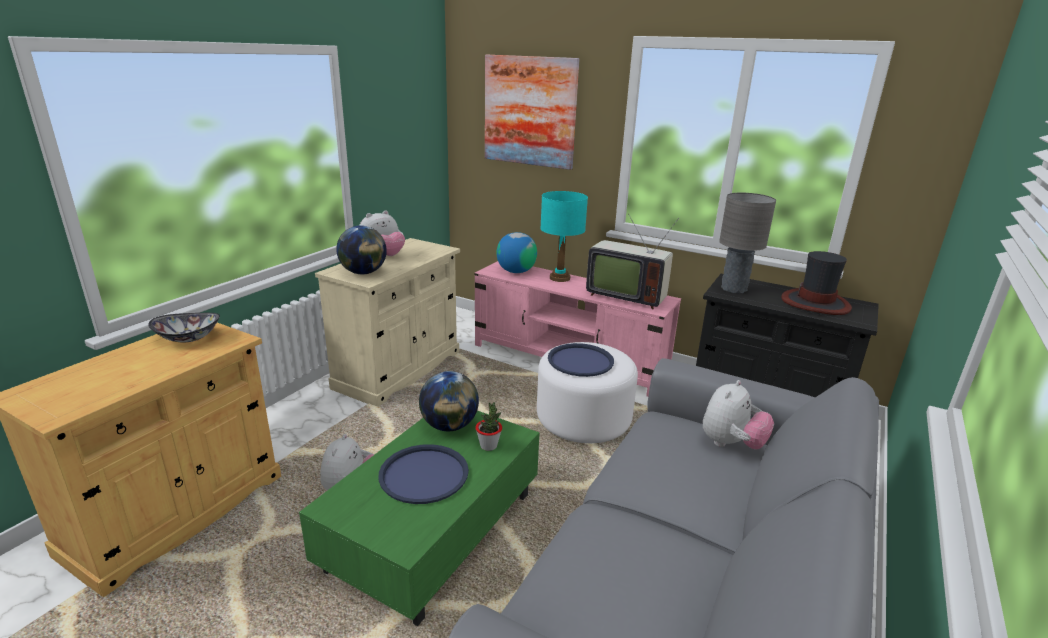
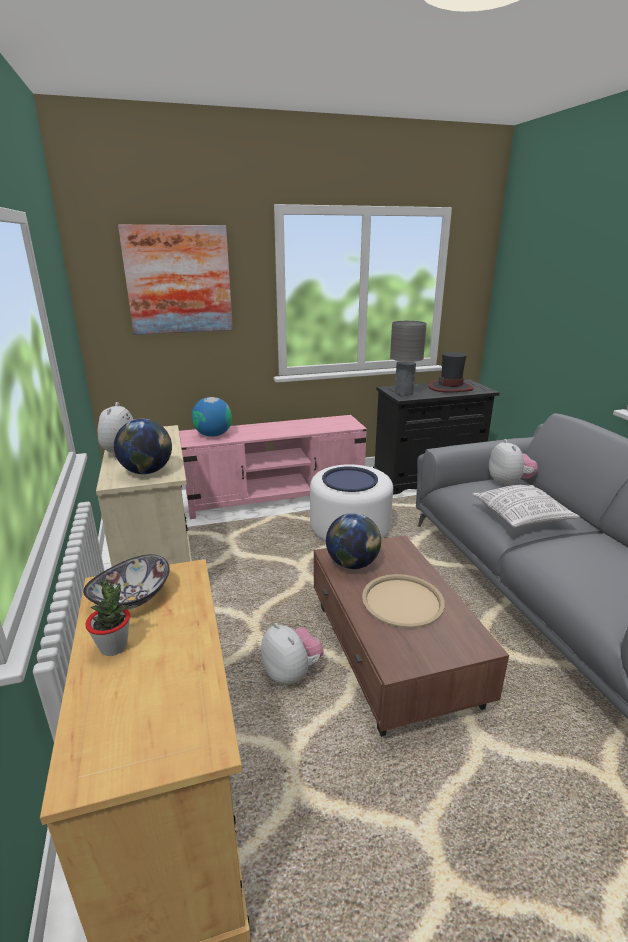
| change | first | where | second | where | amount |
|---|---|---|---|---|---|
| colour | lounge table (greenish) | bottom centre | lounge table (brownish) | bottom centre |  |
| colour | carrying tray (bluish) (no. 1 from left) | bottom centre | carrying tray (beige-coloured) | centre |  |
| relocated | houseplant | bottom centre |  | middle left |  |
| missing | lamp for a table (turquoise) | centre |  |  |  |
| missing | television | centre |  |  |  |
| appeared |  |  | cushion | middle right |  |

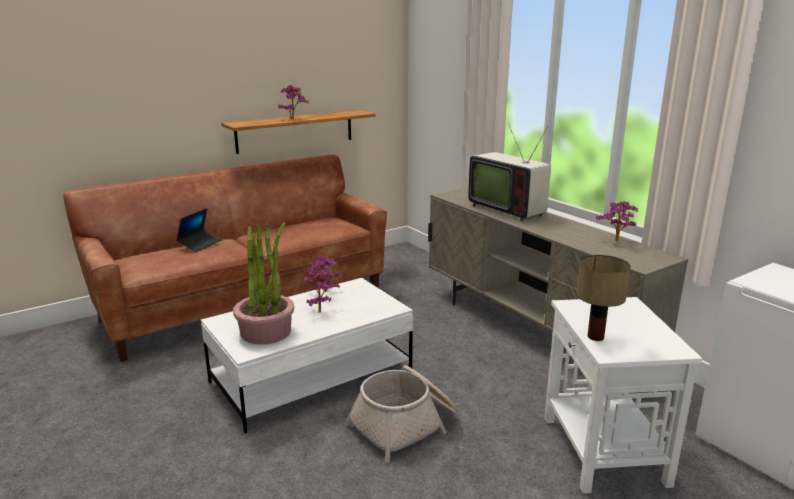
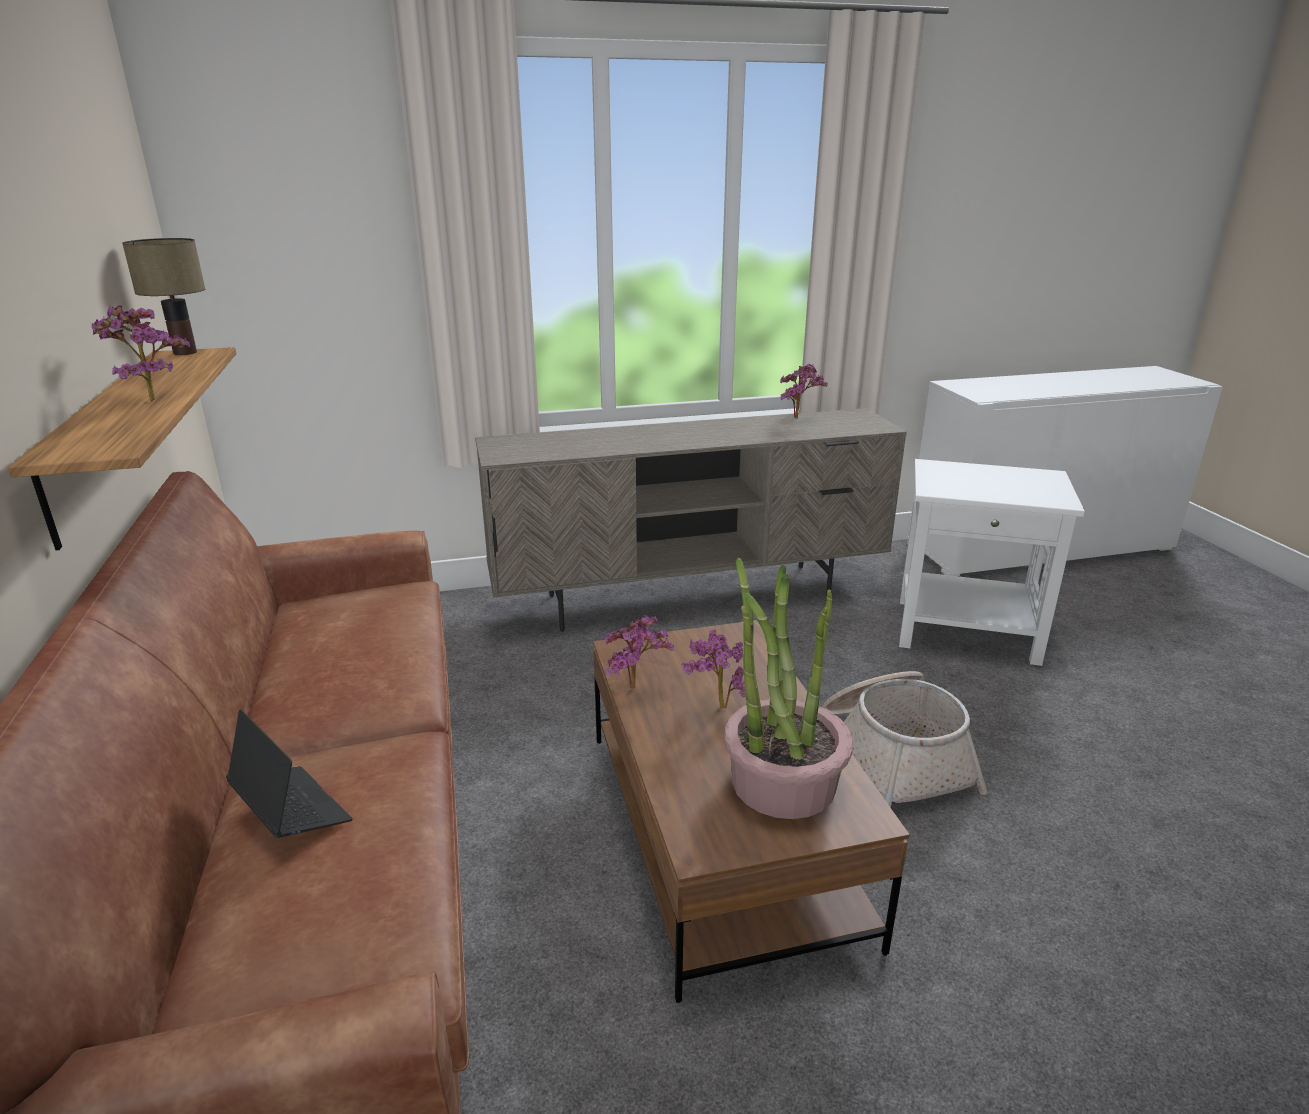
| change | first | where | second | where | amount |
|---|---|---|---|---|---|
| colour | lounge table (white) | bottom centre | lounge table (brownish) | bottom centre |  |
| missing | television | centre |  |  |  |
| relocated | lamp for a table | middle right |  | top left |  |

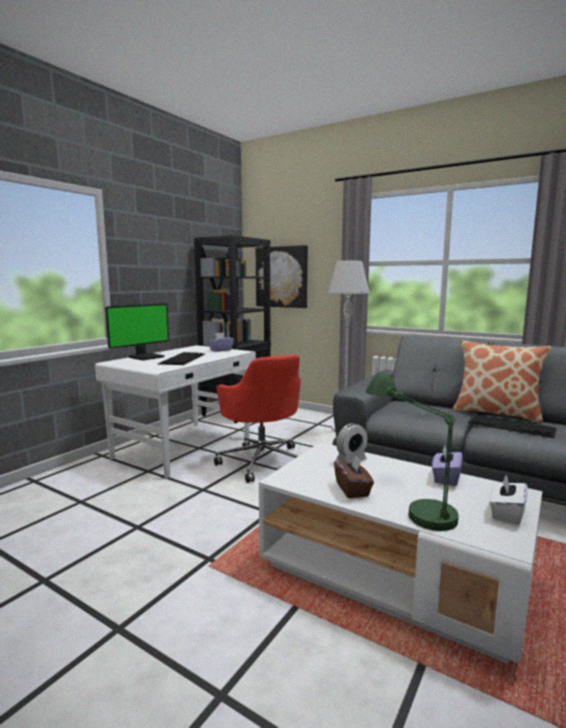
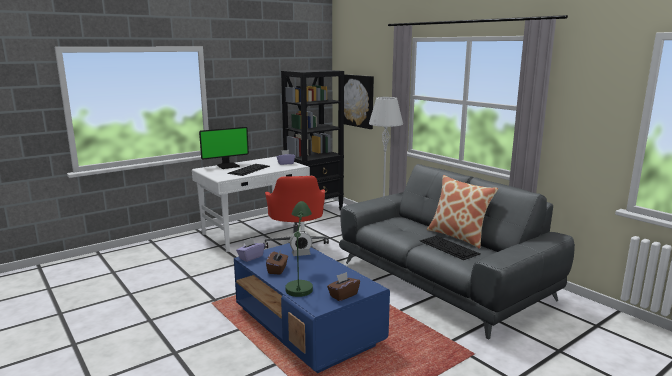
| change | first | where | second | where | amount |
|---|---|---|---|---|---|
| colour | lounge table (white) | bottom right | lounge table (bluish) | bottom centre |  |
| relocated | box of tissues (purple-coloured) (no. 2 from left in the first image) | middle right | box of tissues (purple-coloured) (no. 1 from left) | centre |  |
| colour | box of tissues (white) | bottom right | box of tissues (brownish) (no. 2 from left) | bottom centre |  |

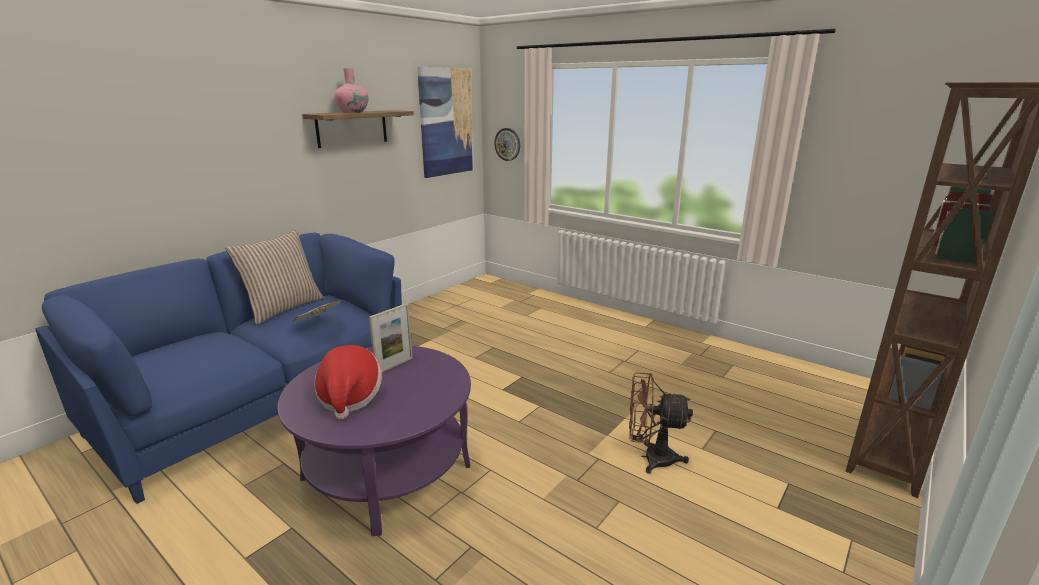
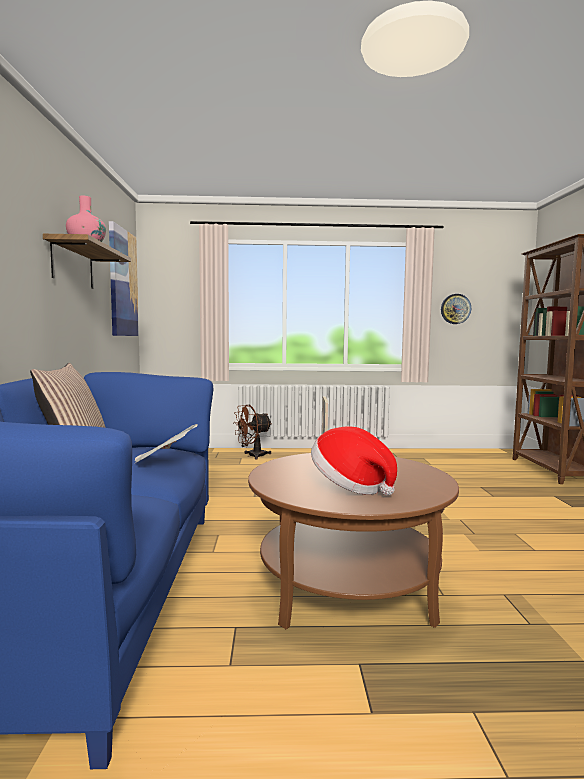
| change | first | where | second | where | amount |
|---|---|---|---|---|---|
| colour | lounge table (purple-coloured) | bottom centre | lounge table (brownish) | bottom centre |  |
| relocated | hanging clock | top centre |  | middle right |  |
| relocated | cooling fan (brownish) | bottom centre |  | centre |  |

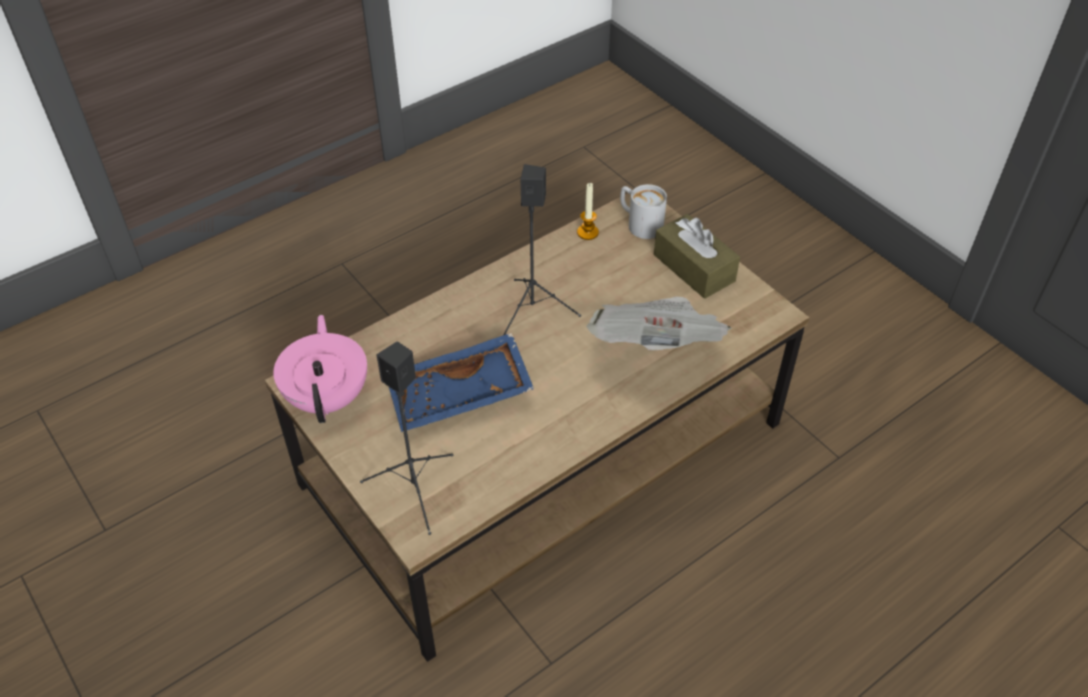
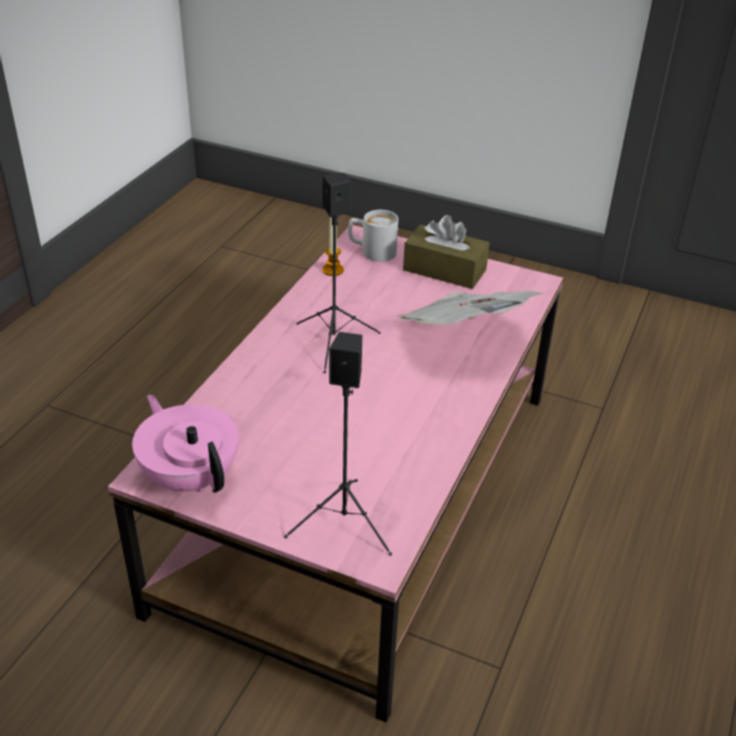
| change | first | where | second | where | amount |
|---|---|---|---|---|---|
| colour | lounge table (brownish) | centre | lounge table (pink-coloured) | centre |  |
| missing | carrying tray (bluish) | centre |  |  |  |

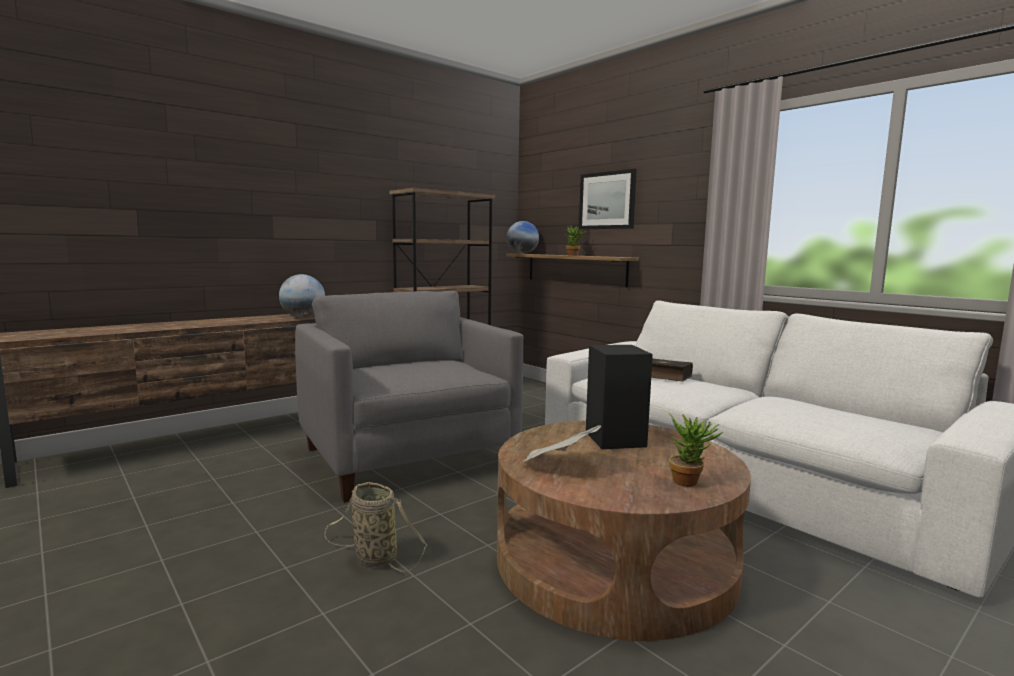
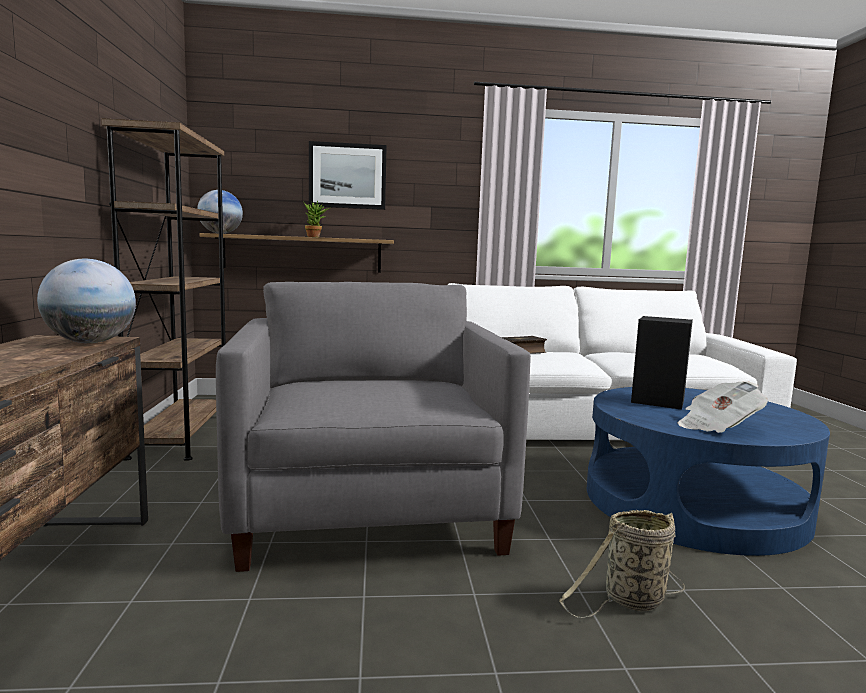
| change | first | where | second | where | amount |
|---|---|---|---|---|---|
| spun | armchair (greyish) | centre |  | centre | 75 degrees clockwise |
| colour | lounge table (brownish) | bottom centre | lounge table (bluish) | bottom right |  |
| missing | houseplant (no. 2 from left) | middle right |  |  |  |

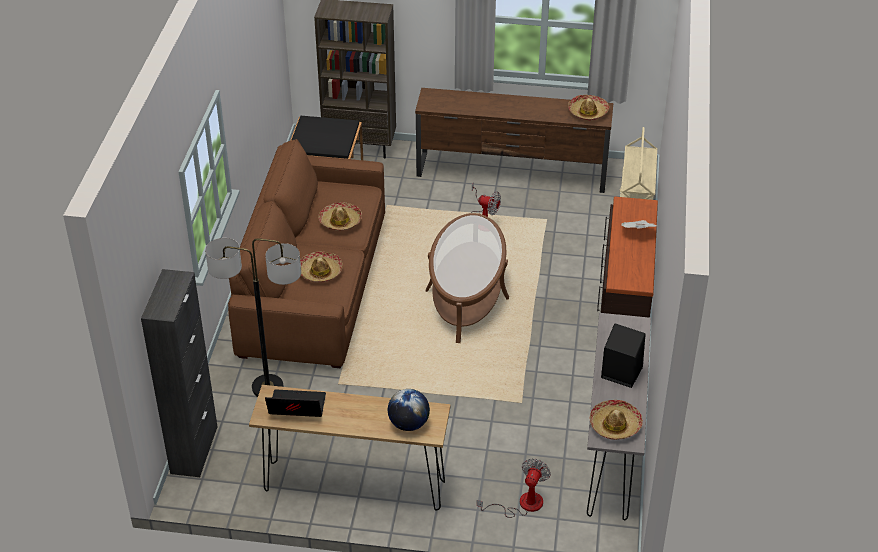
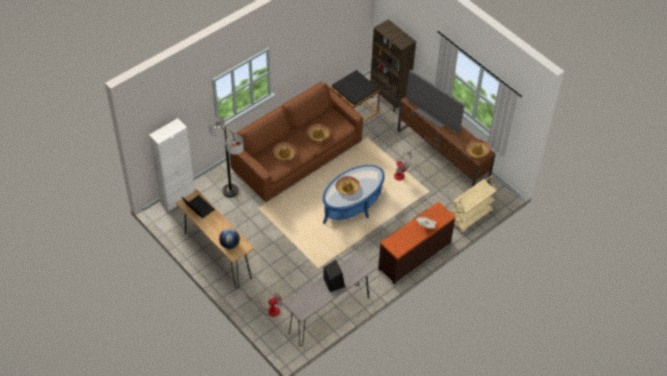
| change | first | where | second | where | amount |
|---|---|---|---|---|---|
| colour | cupboard (black) | bottom left | cupboard (white) | middle left |  |
| colour | lounge table (brownish) | centre | lounge table (bluish) | centre |  |
| relocated | wearable hat (no. 4 from left in the first image) | bottom right | wearable hat (no. 3 from left) | centre |  |
| appeared |  |  | television | top centre |  |

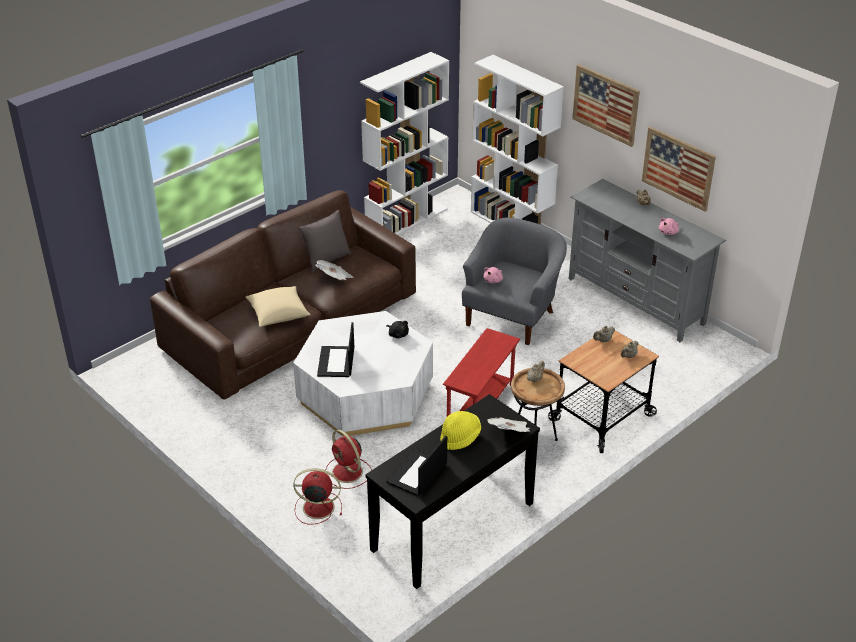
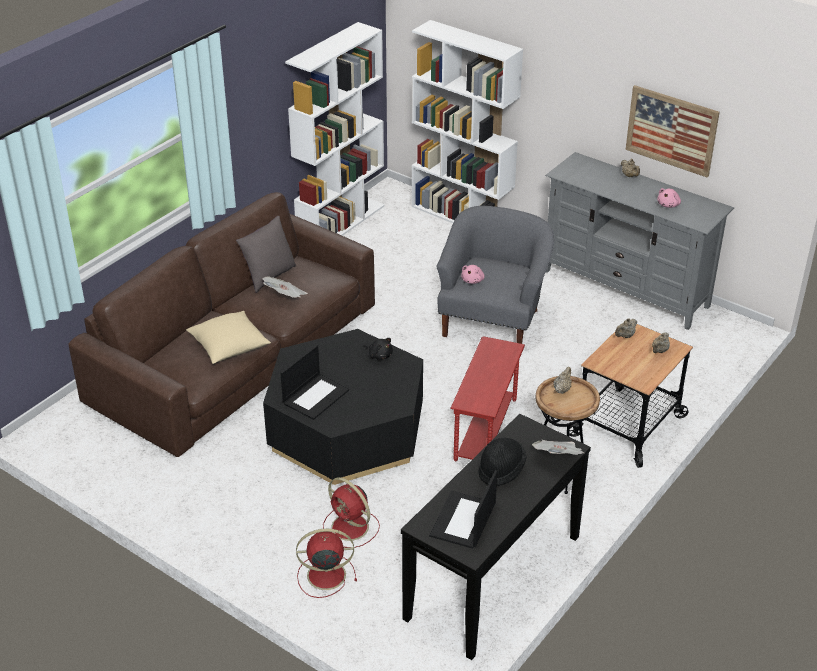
| change | first | where | second | where | amount |
|---|---|---|---|---|---|
| colour | lounge table (white) | centre | lounge table (black) | centre |  |
| spun | notebook computer (no. 1 from left) | centre |  | centre | 135 degrees counterclockwise |
| colour | wearable hat (yellow-coloured) | bottom centre | wearable hat (black) | bottom centre |  |
| missing | picture (no. 1 from left) | top right |  |  |  |

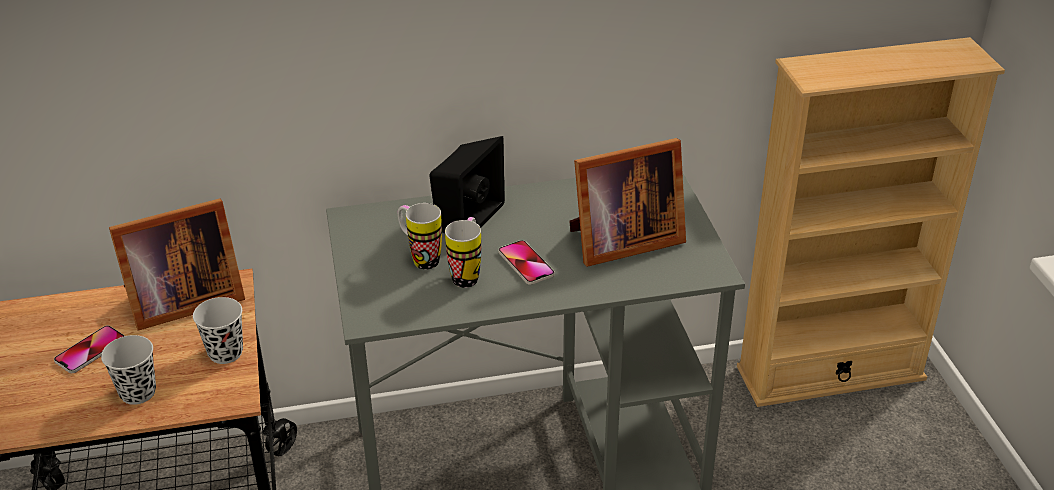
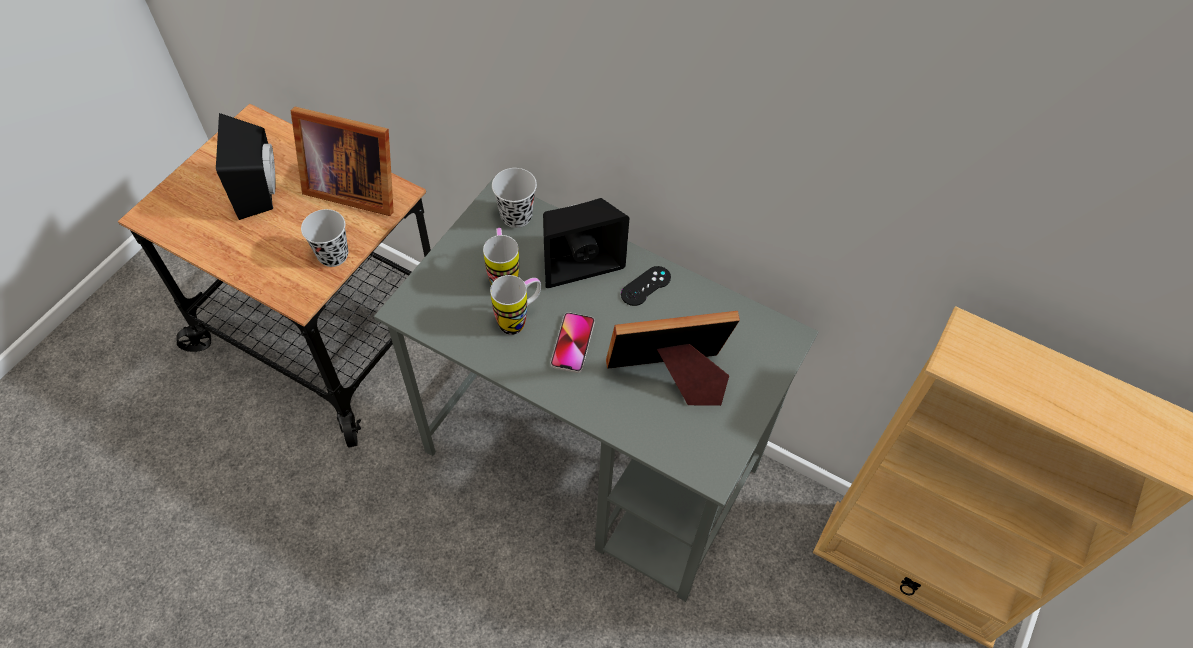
| change | first | where | second | where | amount |
|---|---|---|---|---|---|
| exchanged | telephone (no. 1 from left) | bottom left | audio speaker (black) (no. 1 from left) | top left |  |
| relocated | small cup (black) (no. 1 from left in the first image) | bottom left | small cup (black) (no. 2 from left) | top centre |  |
| spun | standing frame (no. 2 from left) | centre |  | centre | 150 degrees clockwise |
| appeared |  |  | joypad (black) | centre |  |

